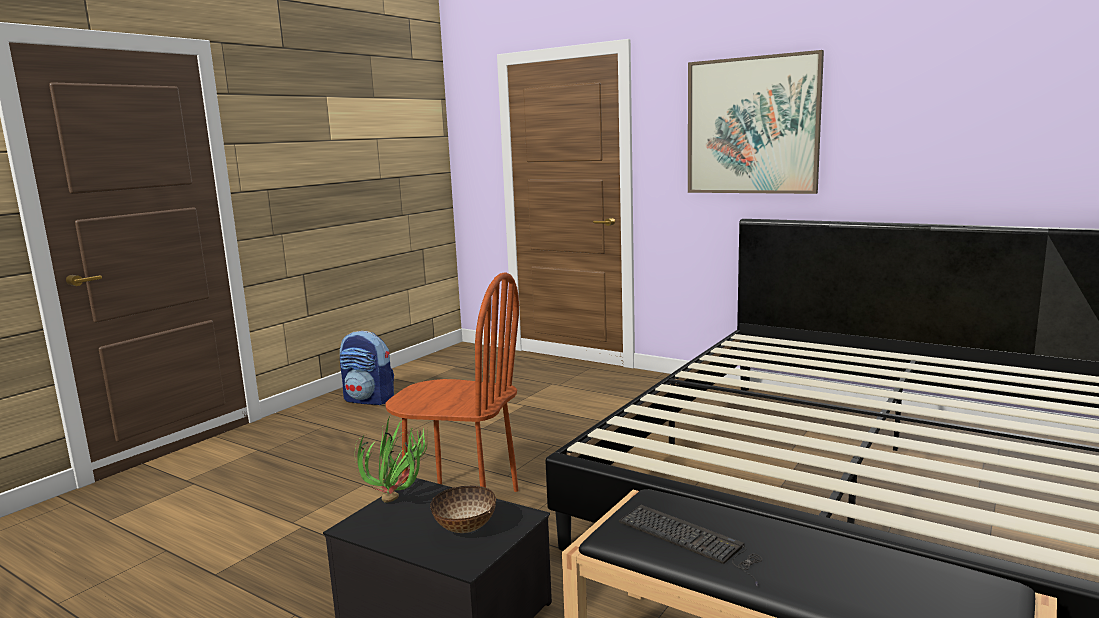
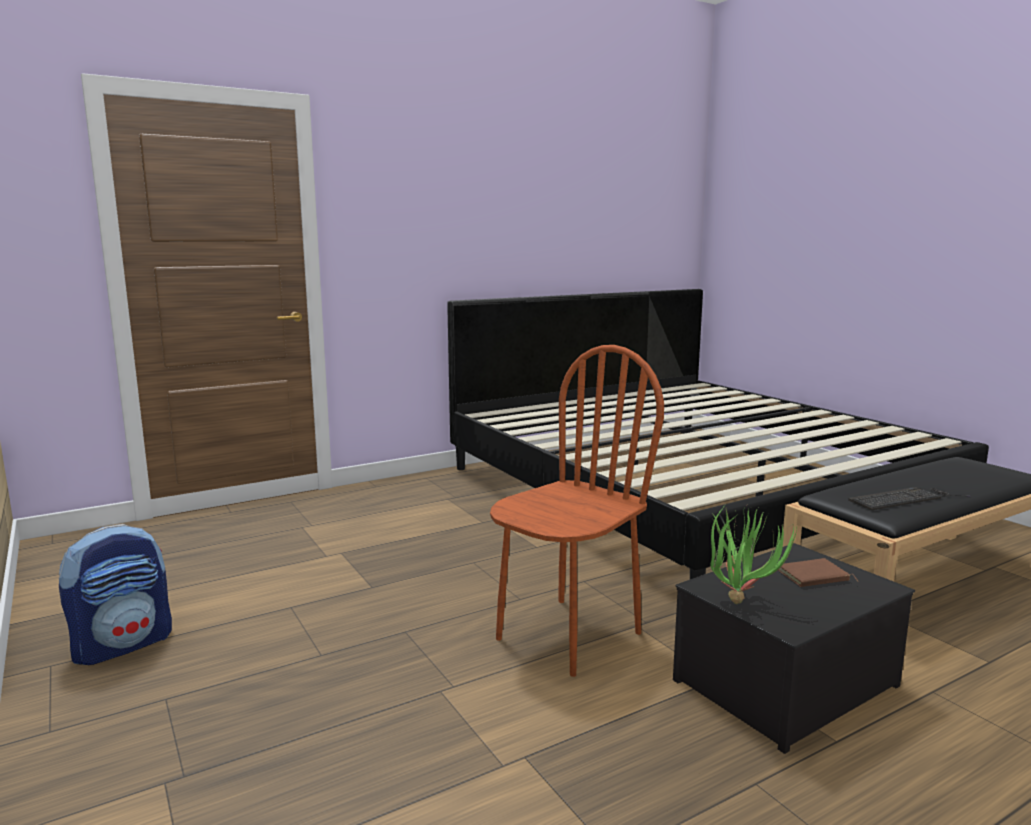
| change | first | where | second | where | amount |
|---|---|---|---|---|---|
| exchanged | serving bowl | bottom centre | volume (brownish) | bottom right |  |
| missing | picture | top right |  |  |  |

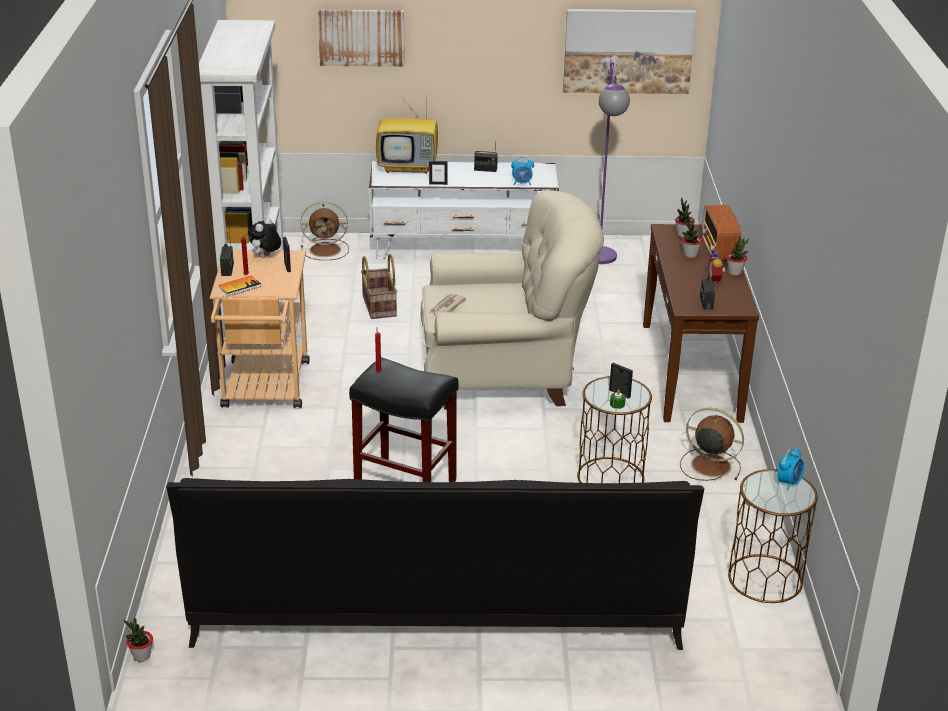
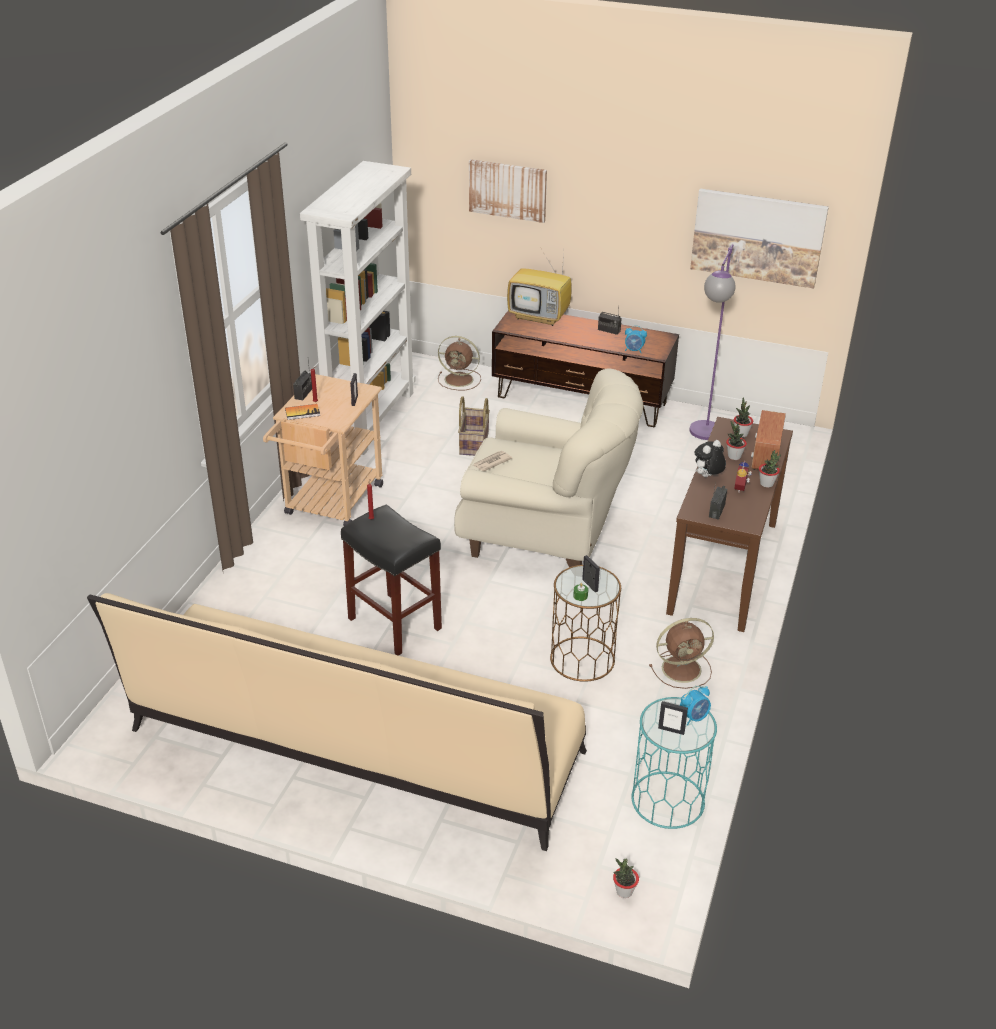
| change | first | where | second | where | amount |
|---|---|---|---|---|---|
| relocated | houseplant (no. 1 from left) | bottom left |  | bottom centre |  |
| colour | couch (black) | bottom centre | couch (beige-coloured) | bottom centre |  |
| relocated | cuddly toy | middle left |  | middle right |  |
| colour | tv unit (white) | top centre | tv unit (brownish) | centre |  |
| relocated | standing frame (no. 2 from left in the first image) | top centre | standing frame (no. 3 from left) | bottom right |  |
| spun | cooling fan (brownish) (no. 2 from left) | middle right |  | middle right | 120 degrees clockwise |
| colour | end table (brownish) (no. 2 from left) | bottom right | end table (turquoise) | bottom right |  |

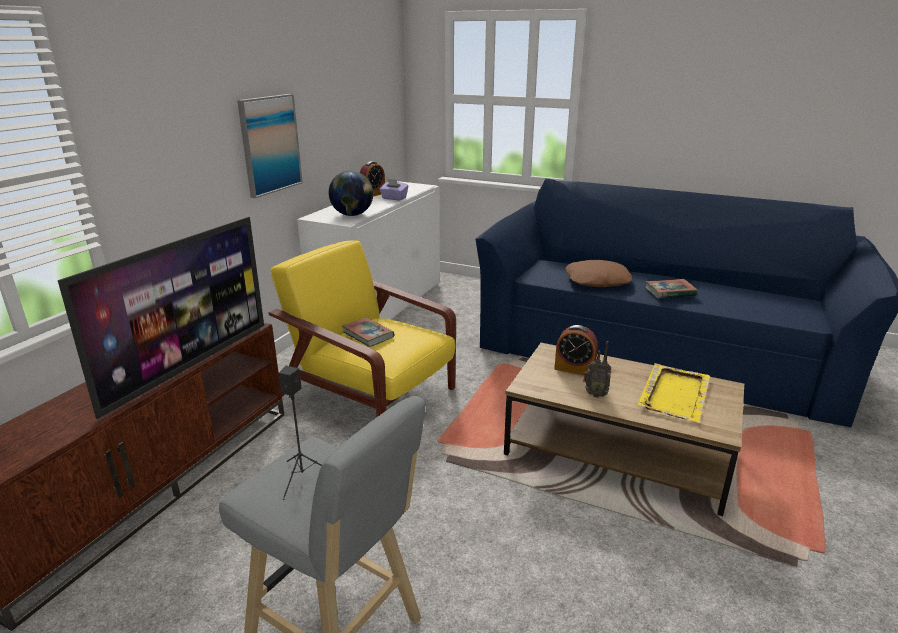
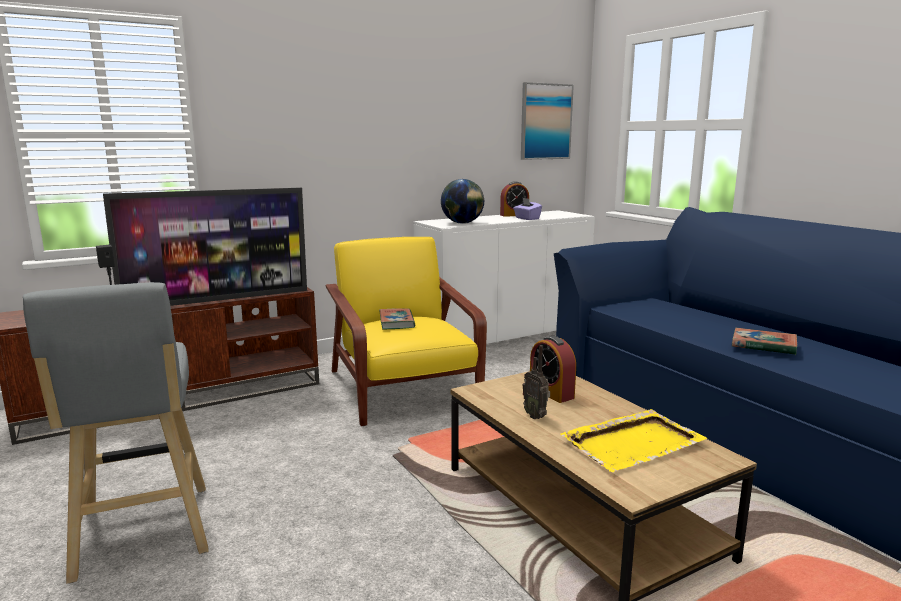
| change | first | where | second | where | amount |
|---|---|---|---|---|---|
| relocated | picture | top left |  | top centre |  |
| missing | cushion (brownish) | centre |  |  |  |

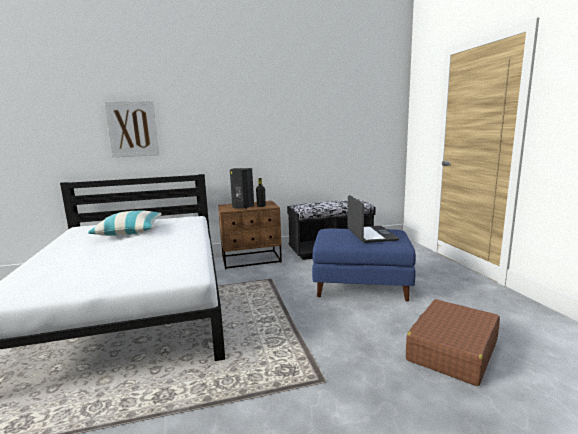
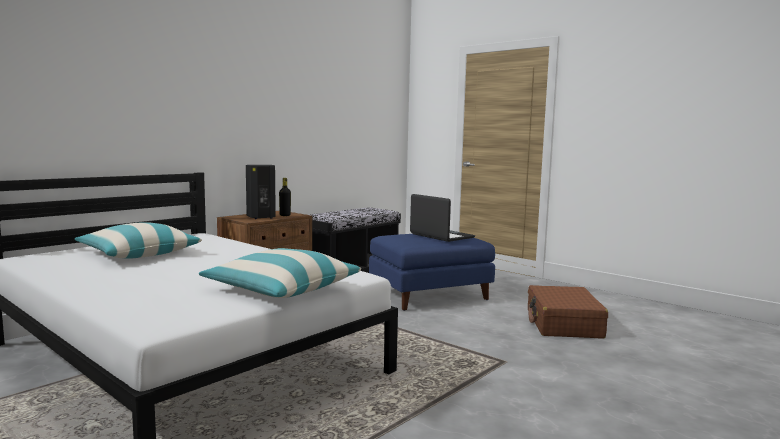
| change | first | where | second | where | amount |
|---|---|---|---|---|---|
| missing | picture | top left |  |  |  |
| appeared |  |  | cushion (no. 2 from left) | centre |  |

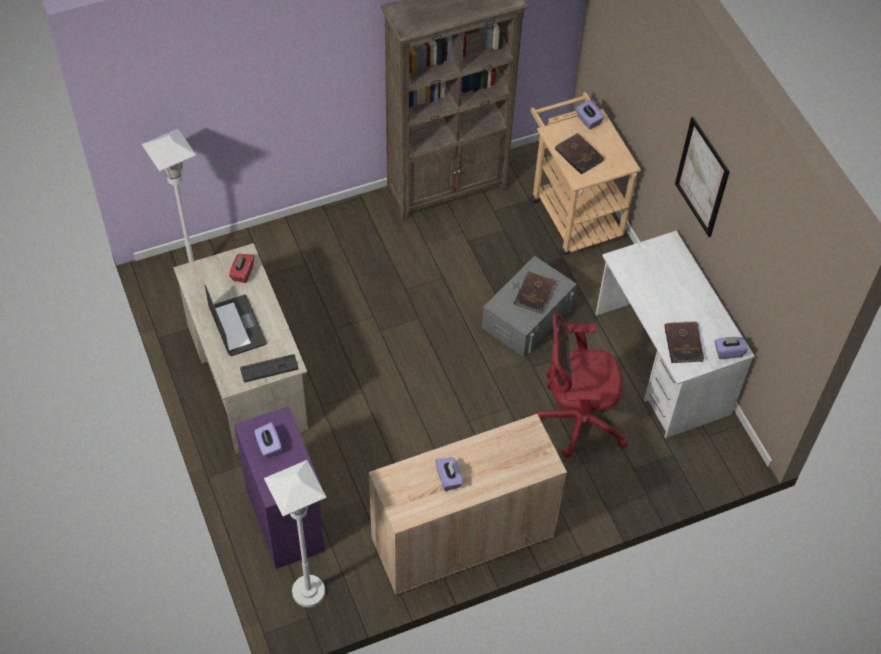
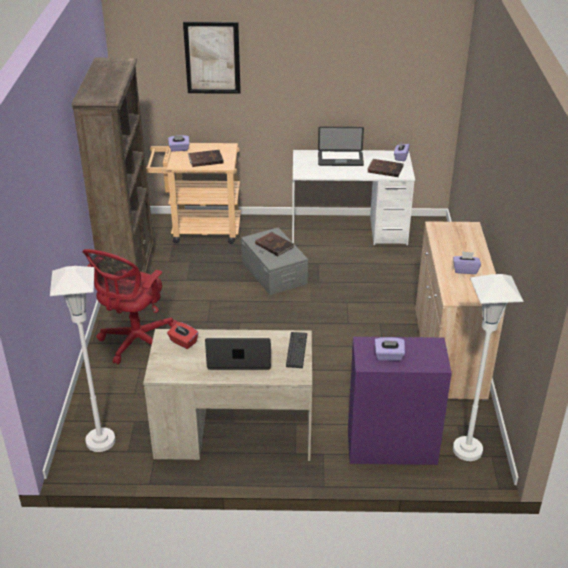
| change | first | where | second | where | amount |
|---|---|---|---|---|---|
| relocated | office chair (red) | centre |  | middle left |  |
| relocated | picture | top right |  | top centre |  |
| appeared |  |  | notebook computer (no. 2 from left) | top centre |  |

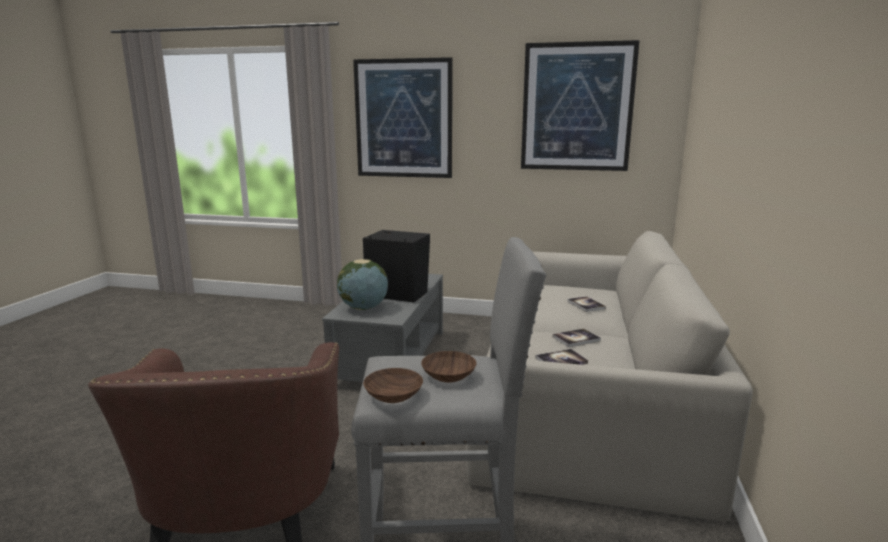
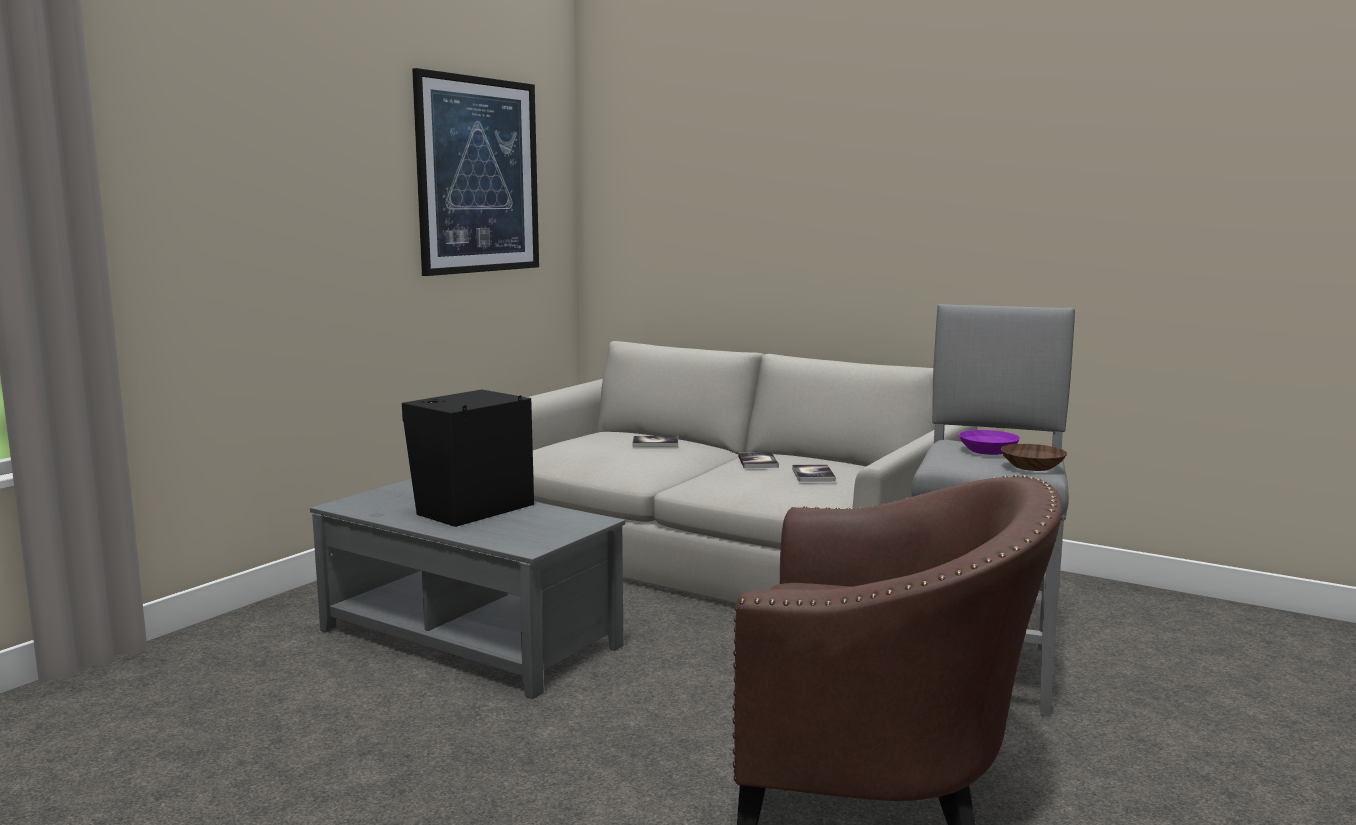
| change | first | where | second | where | amount |
|---|---|---|---|---|---|
| missing | globe | centre |  |  |  |
| missing | picture (no. 1 from left) | top centre |  |  |  |
| colour | serving bowl (brownish) (no. 2 from left) | bottom centre | serving bowl (purple-coloured) | middle right |  |

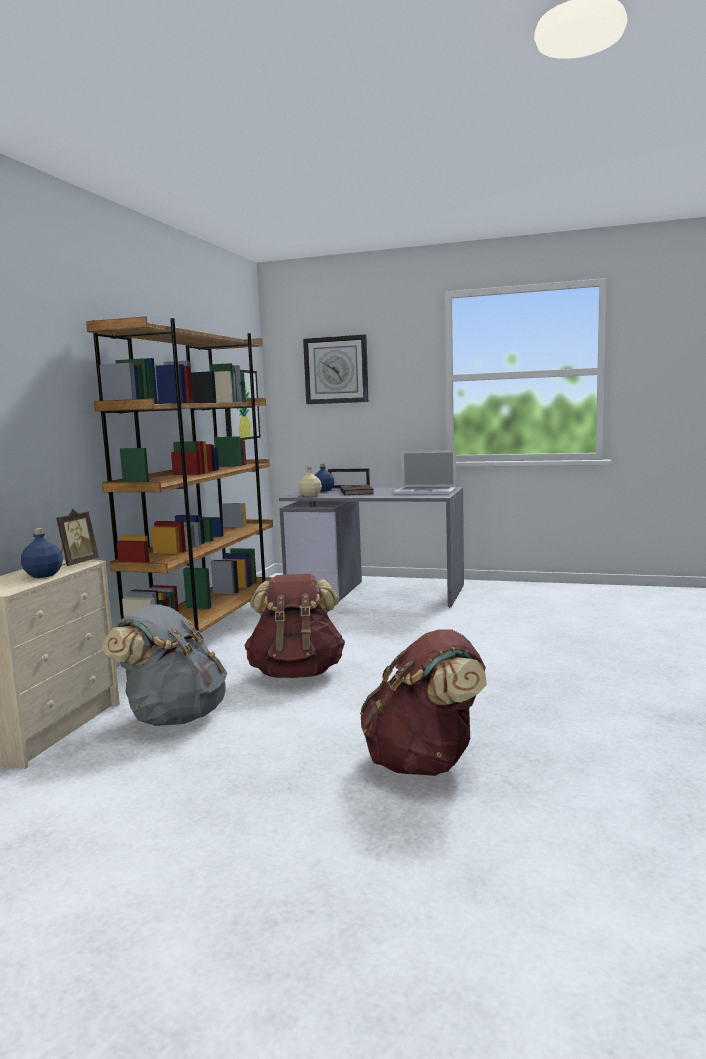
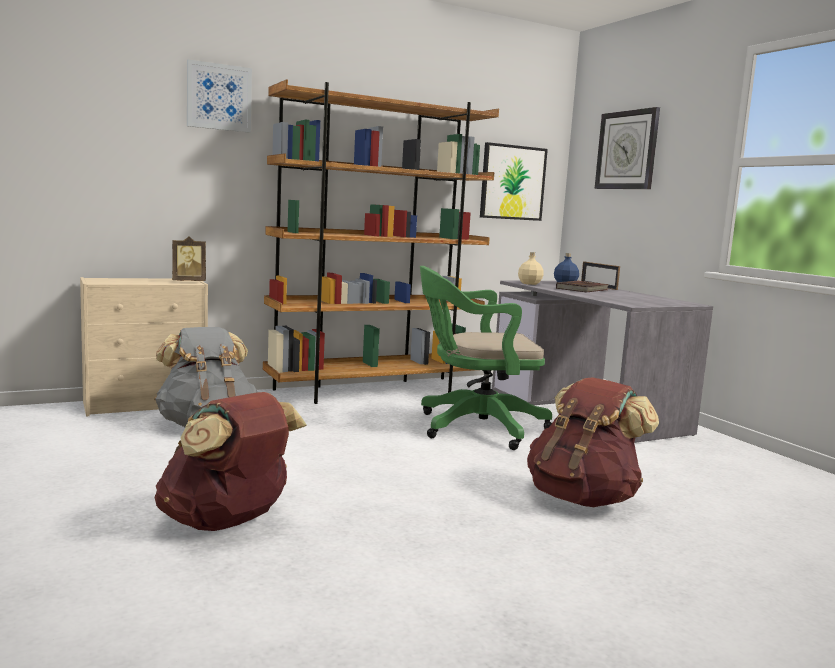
| change | first | where | second | where | amount |
|---|---|---|---|---|---|
| missing | drink bottle (bluish) (no. 1 from left) | middle left |  |  |  |
| relocated | backpack (brownish) (no. 1 from left in the first image) | centre | backpack (brownish) (no. 2 from left) | middle right |  |
| missing | notebook computer | centre |  |  |  |
| appeared |  |  | picture (no. 1 from left) | top left |  |
| appeared |  |  | office chair (greenish) | centre |  |

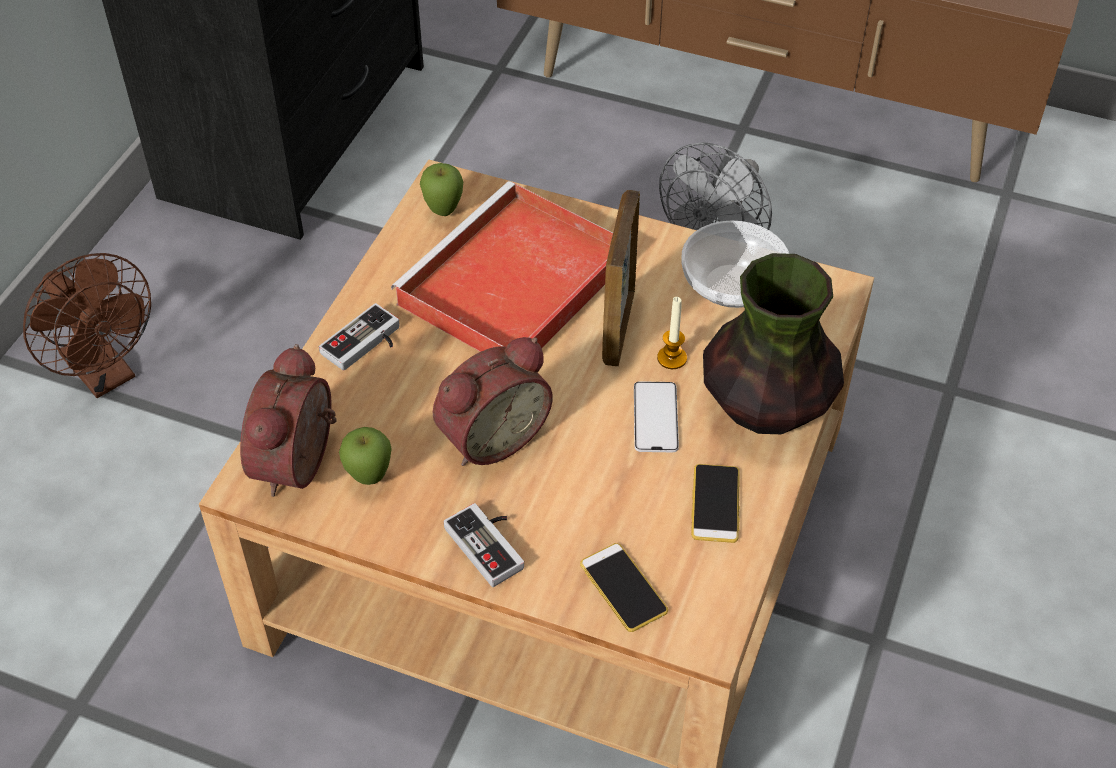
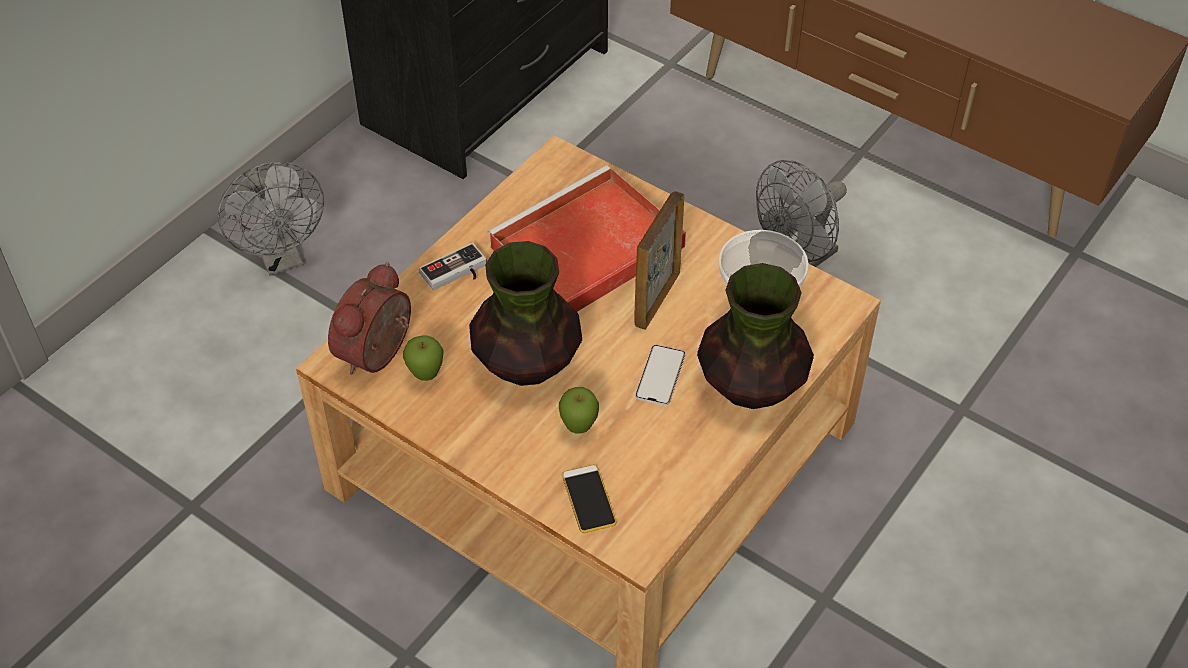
| change | first | where | second | where | amount |
|---|---|---|---|---|---|
| colour | cooling fan (brownish) | middle left | cooling fan (greyish) (no. 1 from left) | top left |  |
| relocated | whole apple (no. 2 from left) | top centre |  | centre |  |
| exchanged | table clock (no. 2 from left) | centre | flower vase (no. 1 from left) | centre |  |
| missing | joypad (no. 2 from left) | bottom centre |  |  |  |
| missing | wax candle | centre |  |  |  |
| missing | telephone (no. 3 from left) | centre |  |  |  |

